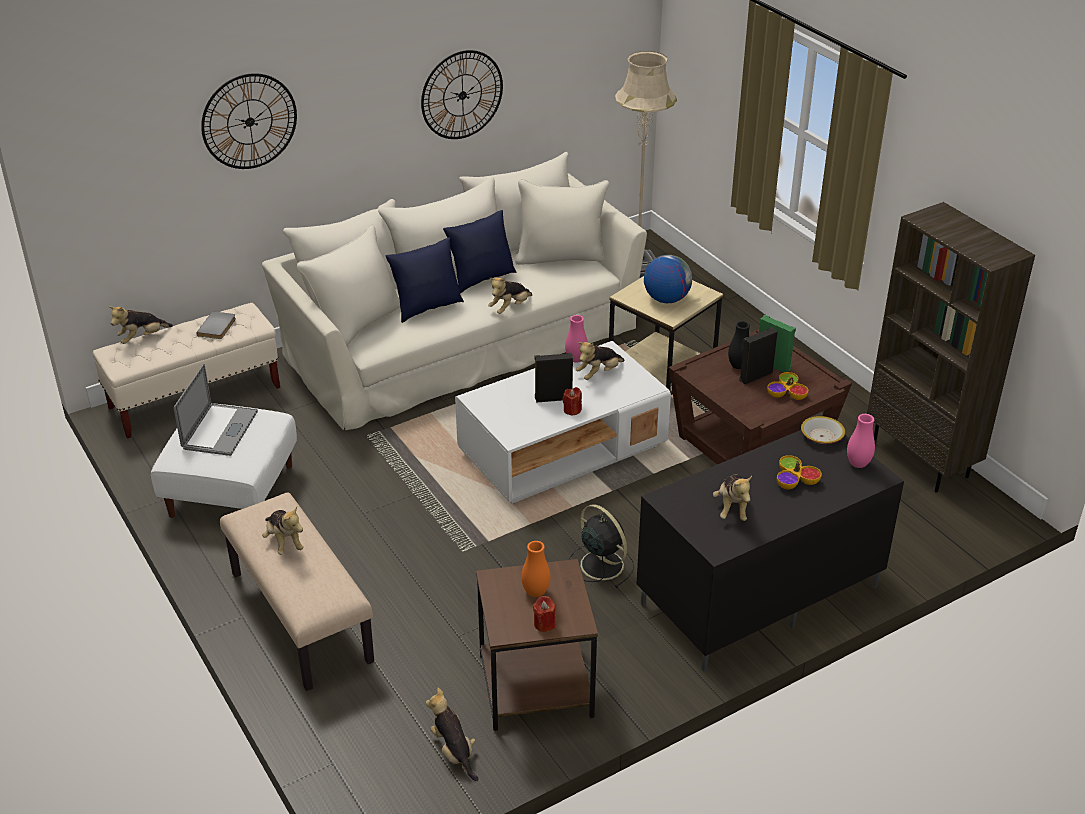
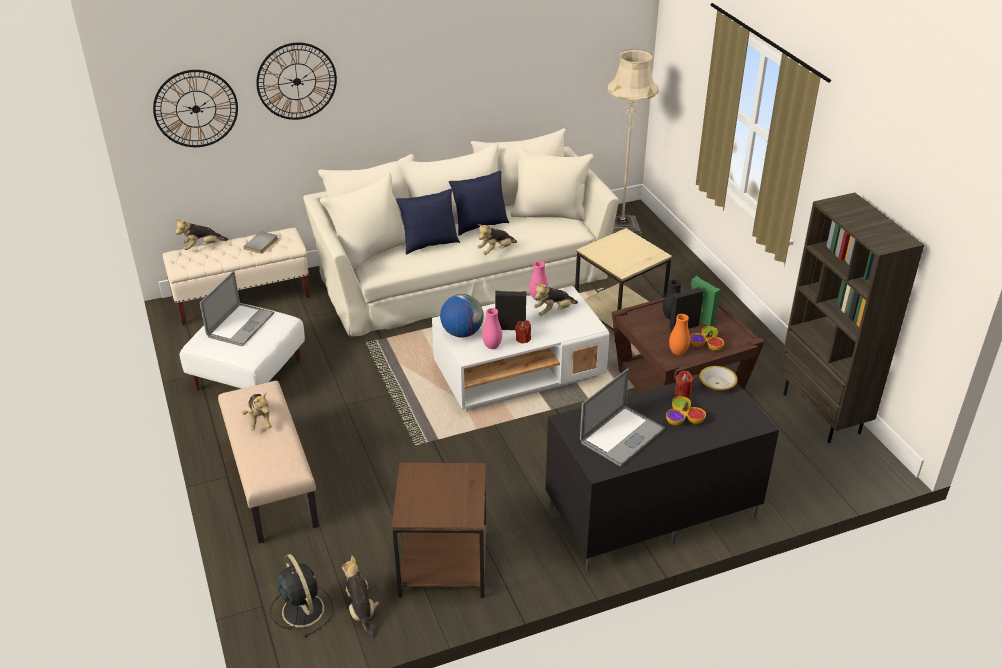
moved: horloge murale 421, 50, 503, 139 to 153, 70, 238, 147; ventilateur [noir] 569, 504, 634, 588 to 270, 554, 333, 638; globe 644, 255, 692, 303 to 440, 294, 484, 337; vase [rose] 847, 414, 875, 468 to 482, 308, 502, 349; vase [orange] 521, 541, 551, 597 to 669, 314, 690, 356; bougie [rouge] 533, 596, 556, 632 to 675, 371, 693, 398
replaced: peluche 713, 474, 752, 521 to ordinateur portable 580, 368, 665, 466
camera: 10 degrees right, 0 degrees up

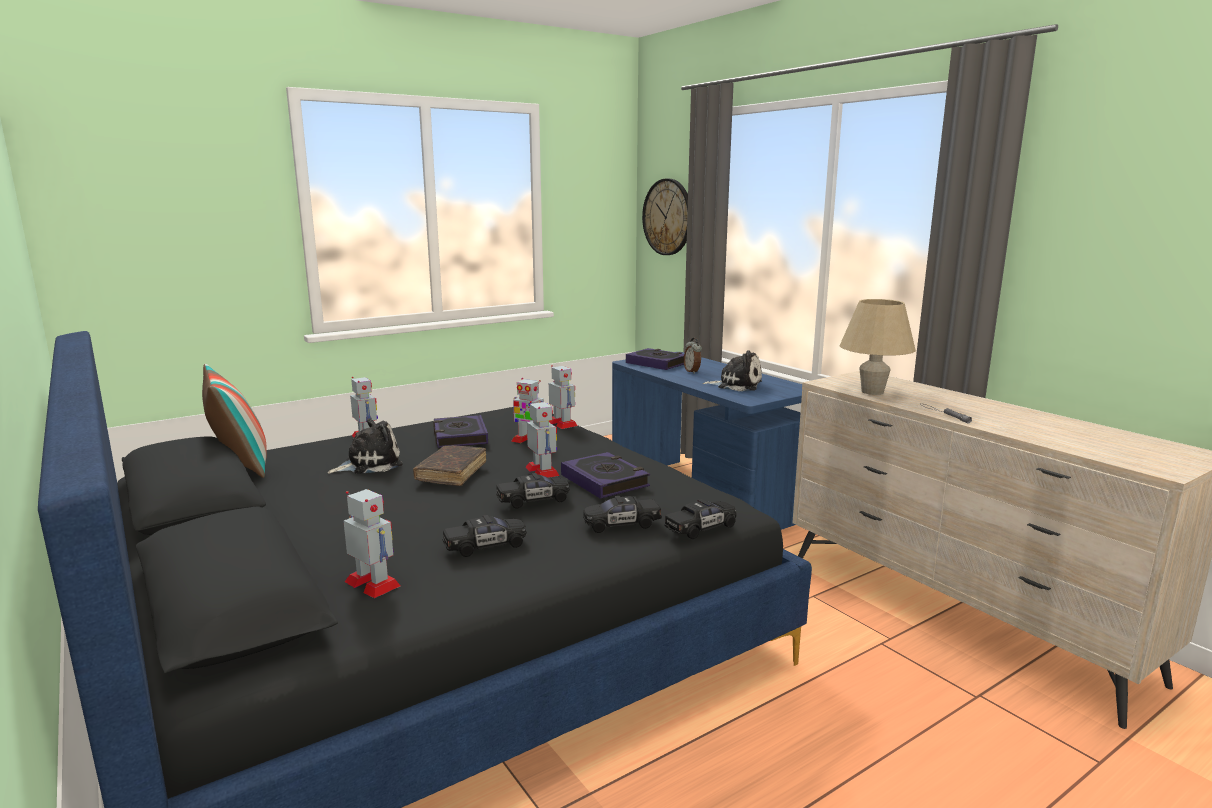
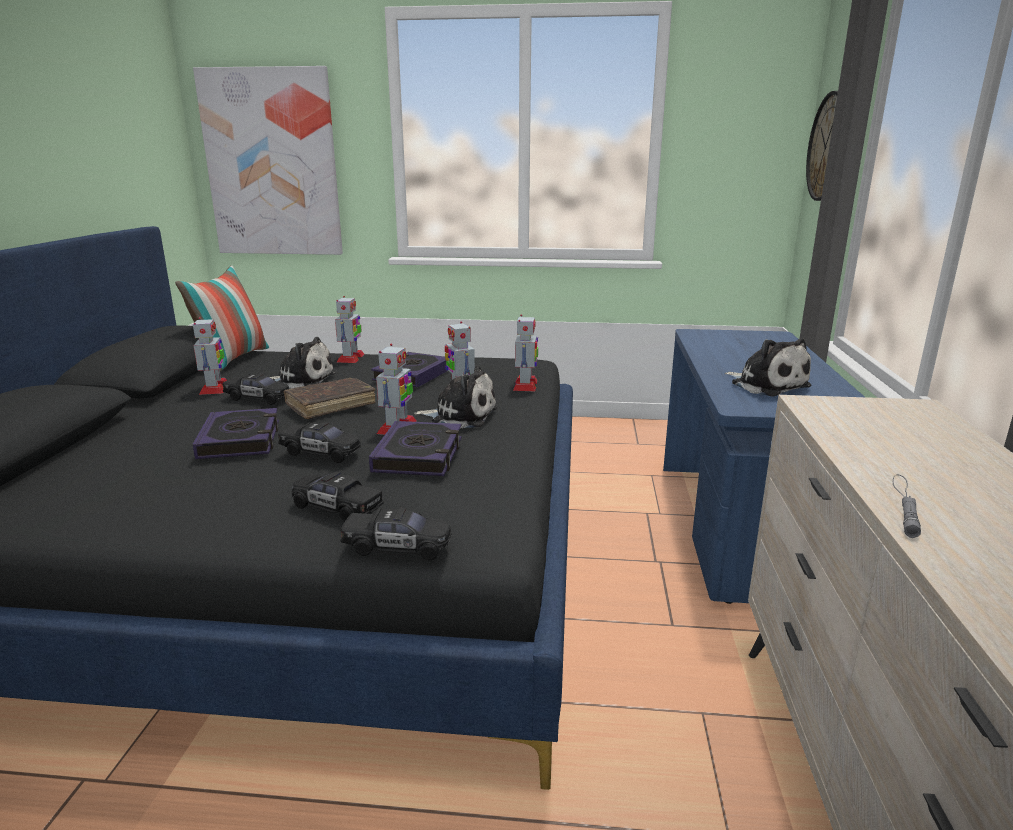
removed: réveil 684, 338, 702, 374; lampe de table [beige] 840, 299, 916, 395
added: tableau 193, 66, 343, 255; peluche 414, 366, 497, 428
moved: robot jouet 344, 489, 401, 598 to 193, 317, 227, 395; livre 626, 348, 684, 370 to 193, 408, 279, 459; petite voiture [noir] 442, 515, 527, 557 to 222, 374, 289, 405
camera: 40 degrees right, 5 degrees up

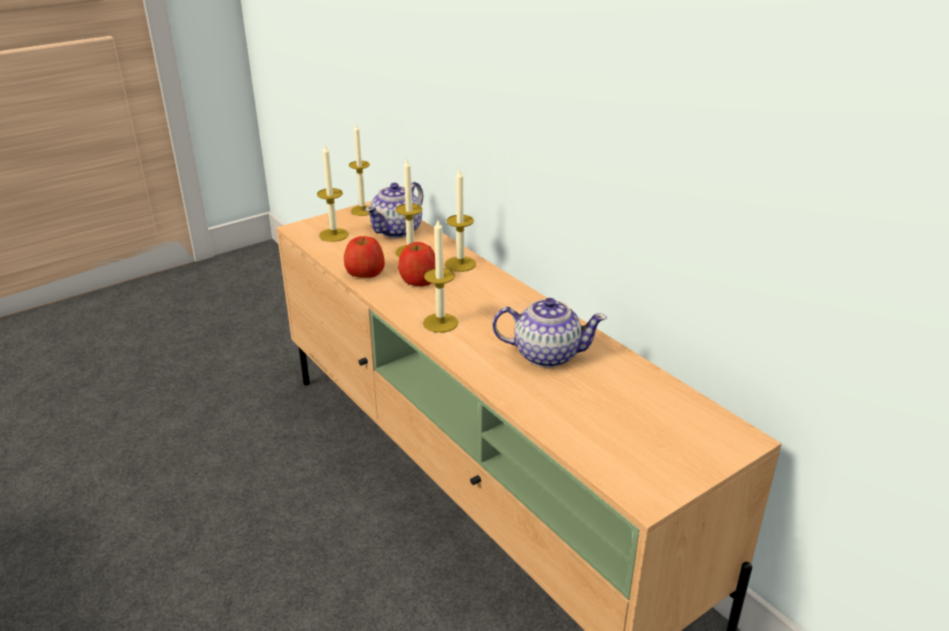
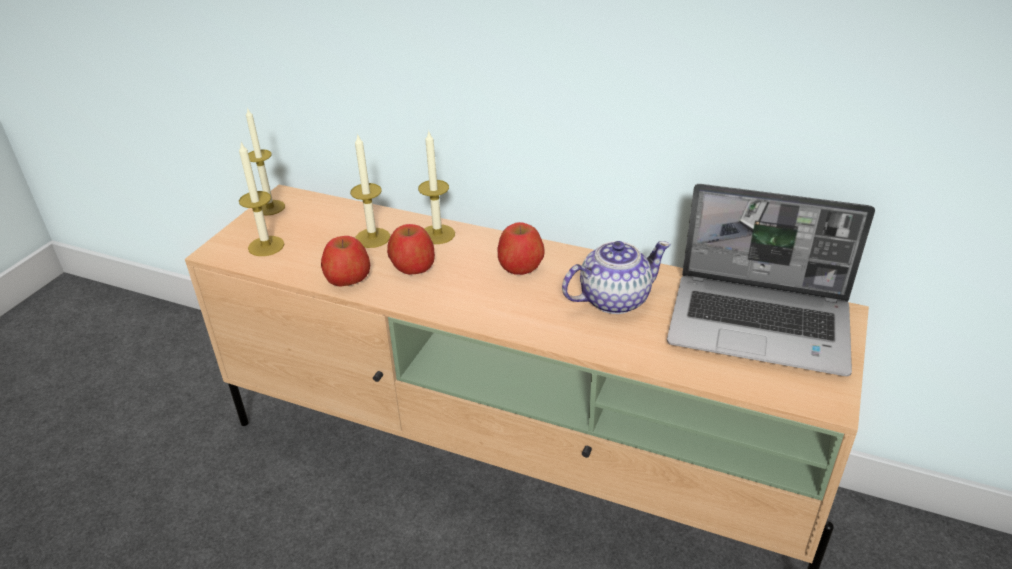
removed: théière 365, 182, 424, 238; bougie 423, 220, 458, 333
added: pomme 497, 222, 545, 275; ordinateur portable 667, 184, 875, 376
camera: 30 degrees left, 5 degrees up

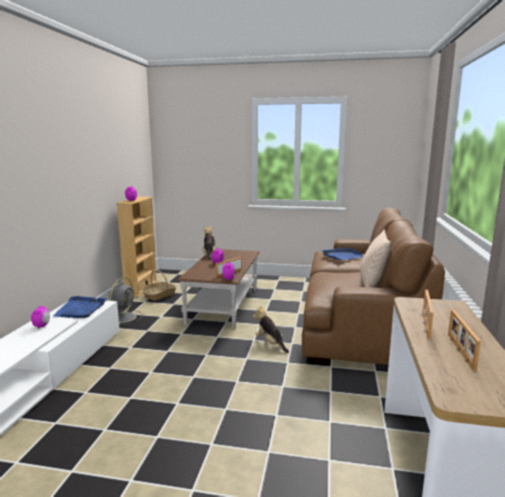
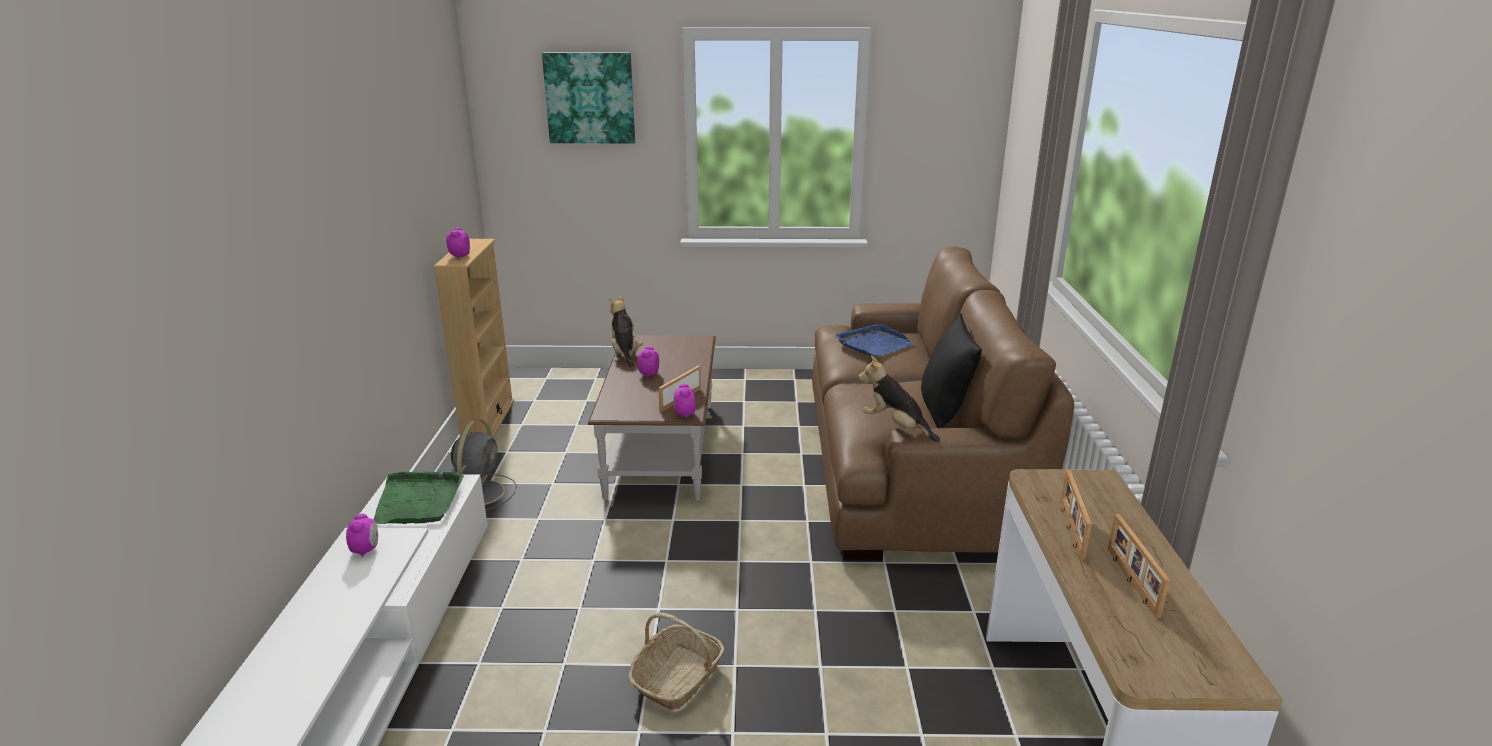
added: tableau 542, 53, 635, 144
moved: panier 142, 270, 177, 301 to 628, 613, 724, 710; peluche 253, 306, 289, 353 to 858, 356, 940, 442
recoloured: plateau [bleu] 53, 296, 107, 318 to plateau [vert] 374, 472, 464, 524; coussin [beige] 360, 230, 391, 287 to coussin [noir] 921, 313, 982, 428
camera: 10 degrees left, 10 degrees up

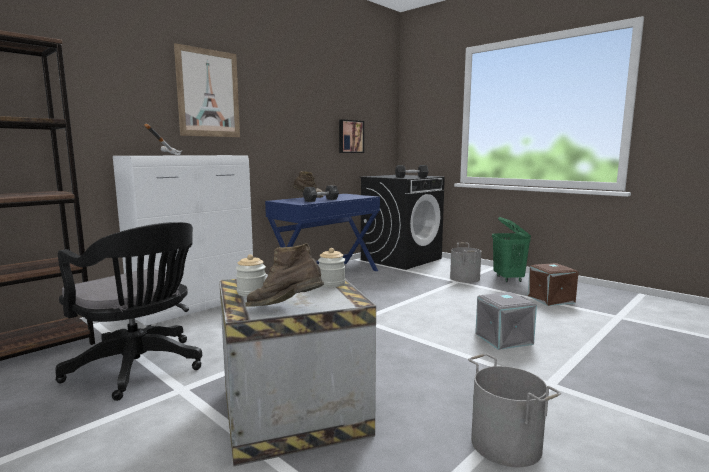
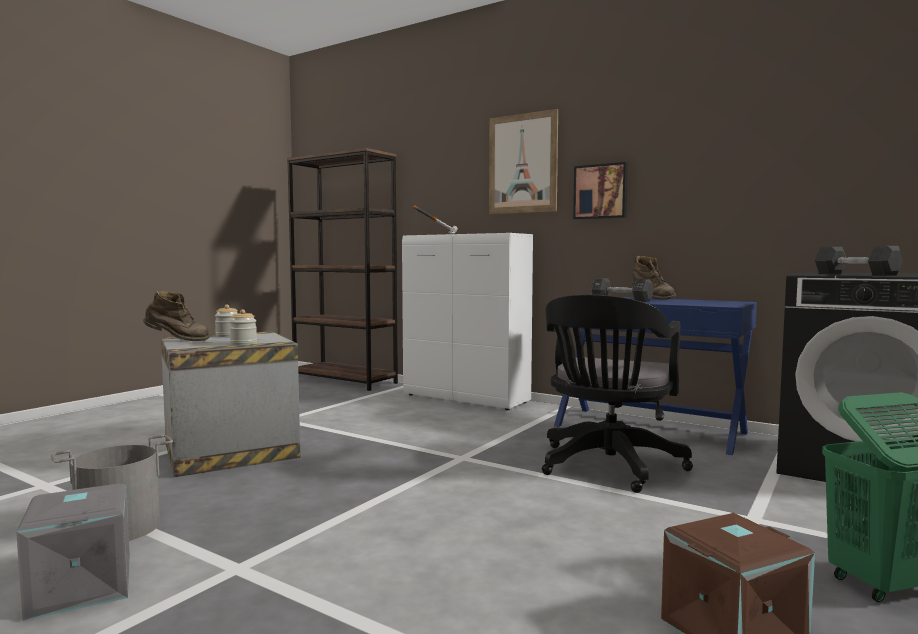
removed: seau [gris] 450, 243, 481, 283
moved: boîte de rangement [gris] 475, 292, 537, 350 to 16, 484, 130, 621; chaise de bureau [noir] 55, 222, 202, 401 to 542, 294, 693, 493; tableau 339, 119, 364, 153 to 573, 162, 628, 219
turned: botte [marron] 245, 243, 324, 306 = 143, 291, 210, 341 75 degrees clockwise
camera: 80 degrees right, 5 degrees down

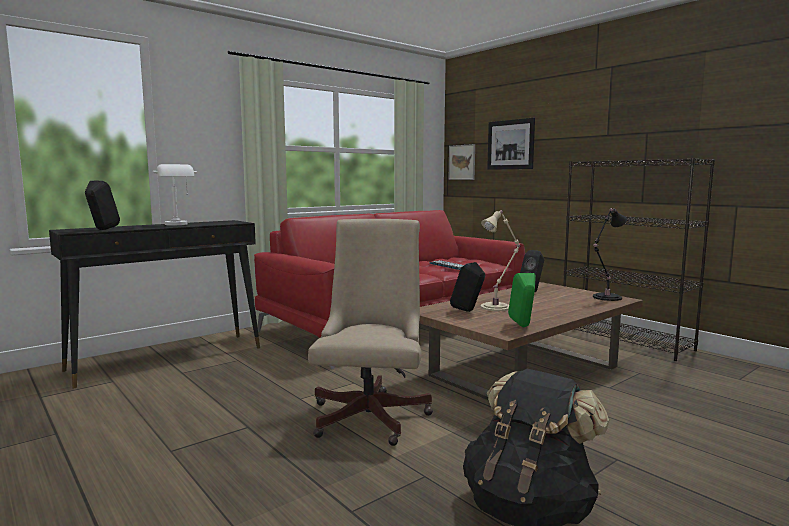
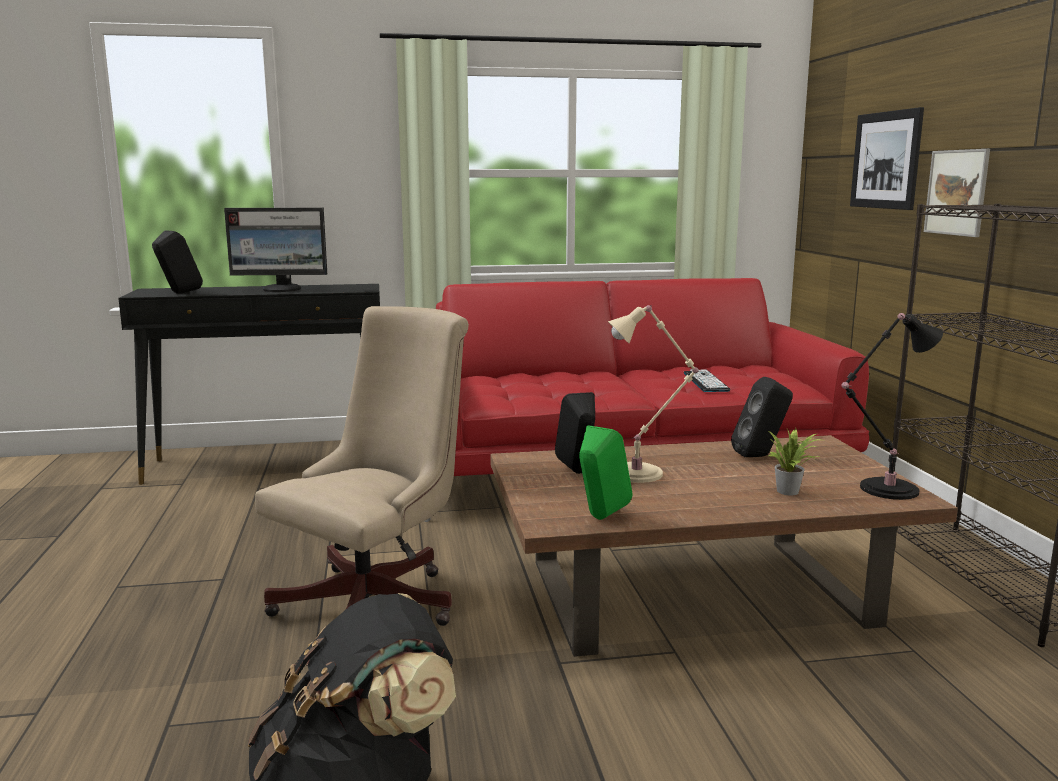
added: plante en pot 767, 428, 821, 496
moved: tableau 449, 144, 475, 180 to 924, 149, 990, 237
replaced: lampe de table [blanc] 152, 164, 197, 225 to écran d'ordinateur 224, 208, 327, 292
camera: 30 degrees right, 5 degrees up

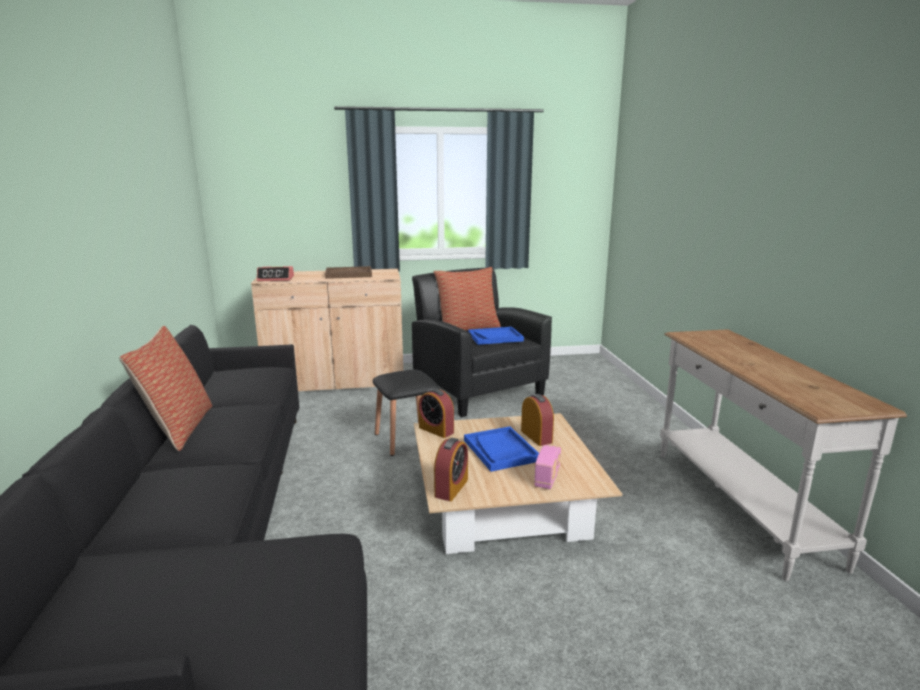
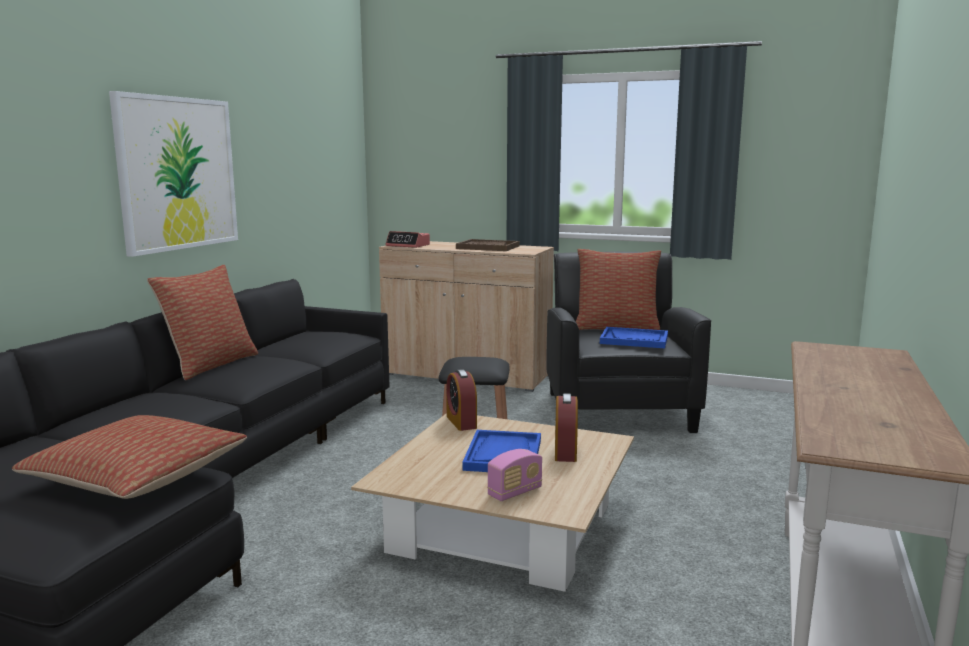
removed: réveil 434, 438, 468, 501
added: coussin 12, 415, 247, 499; tableau 109, 91, 238, 257
camera: 30 degrees right, 5 degrees down

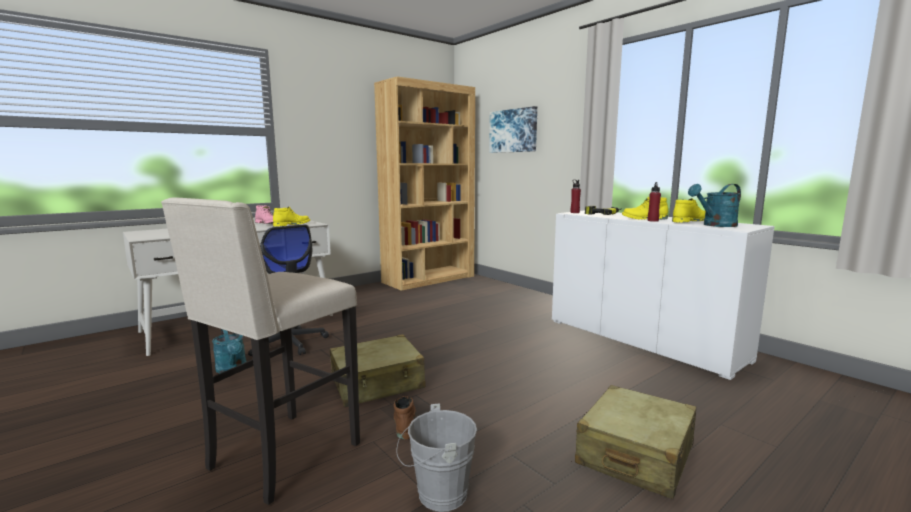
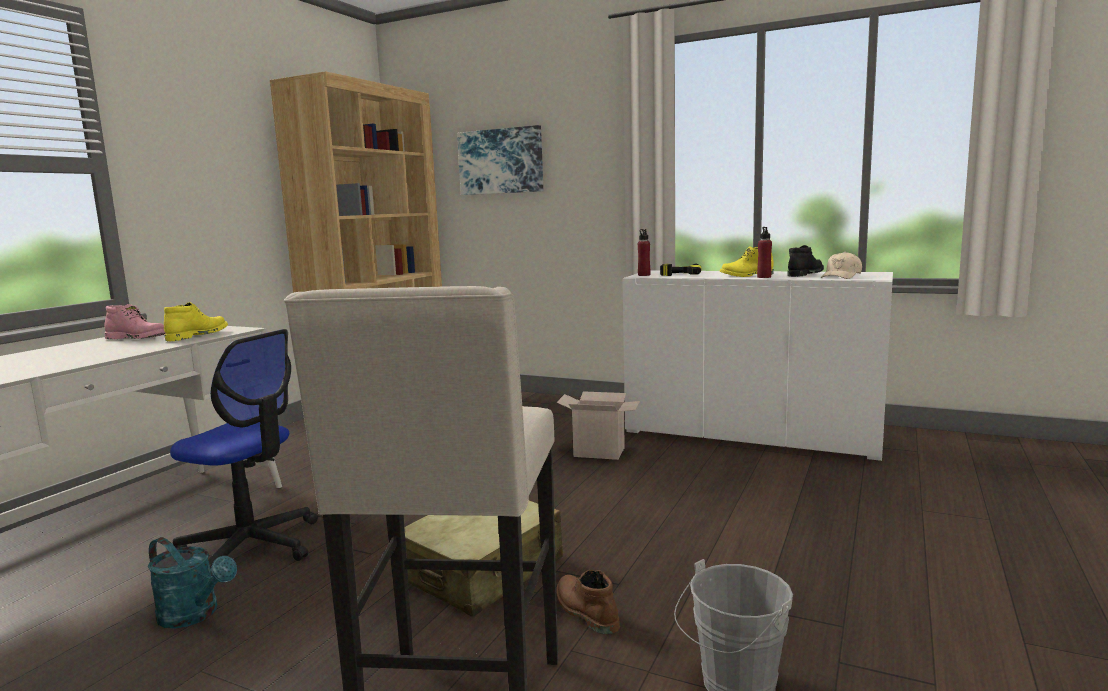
removed: valise [beige] 575, 385, 696, 499
added: carton 557, 391, 640, 460
replaced: arrosoir [turquoise] 688, 184, 741, 227 to casquette [beige] 821, 252, 862, 279
recoloured: botte [jaune] 672, 198, 705, 223 to botte [noir] 787, 245, 824, 277
camera: 25 degrees left, 0 degrees up

